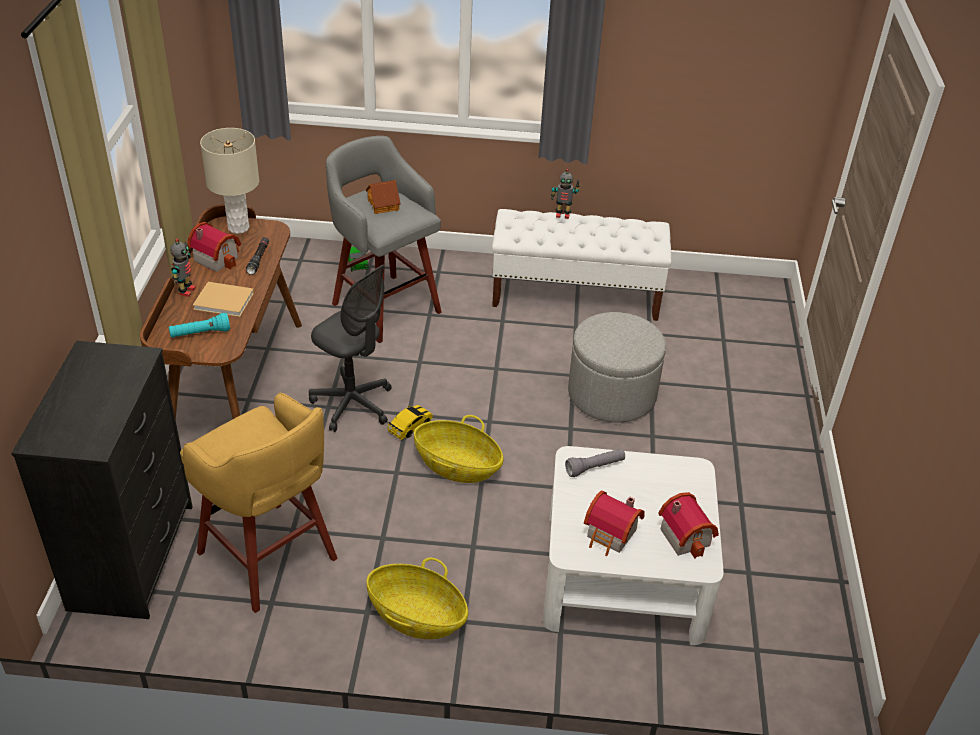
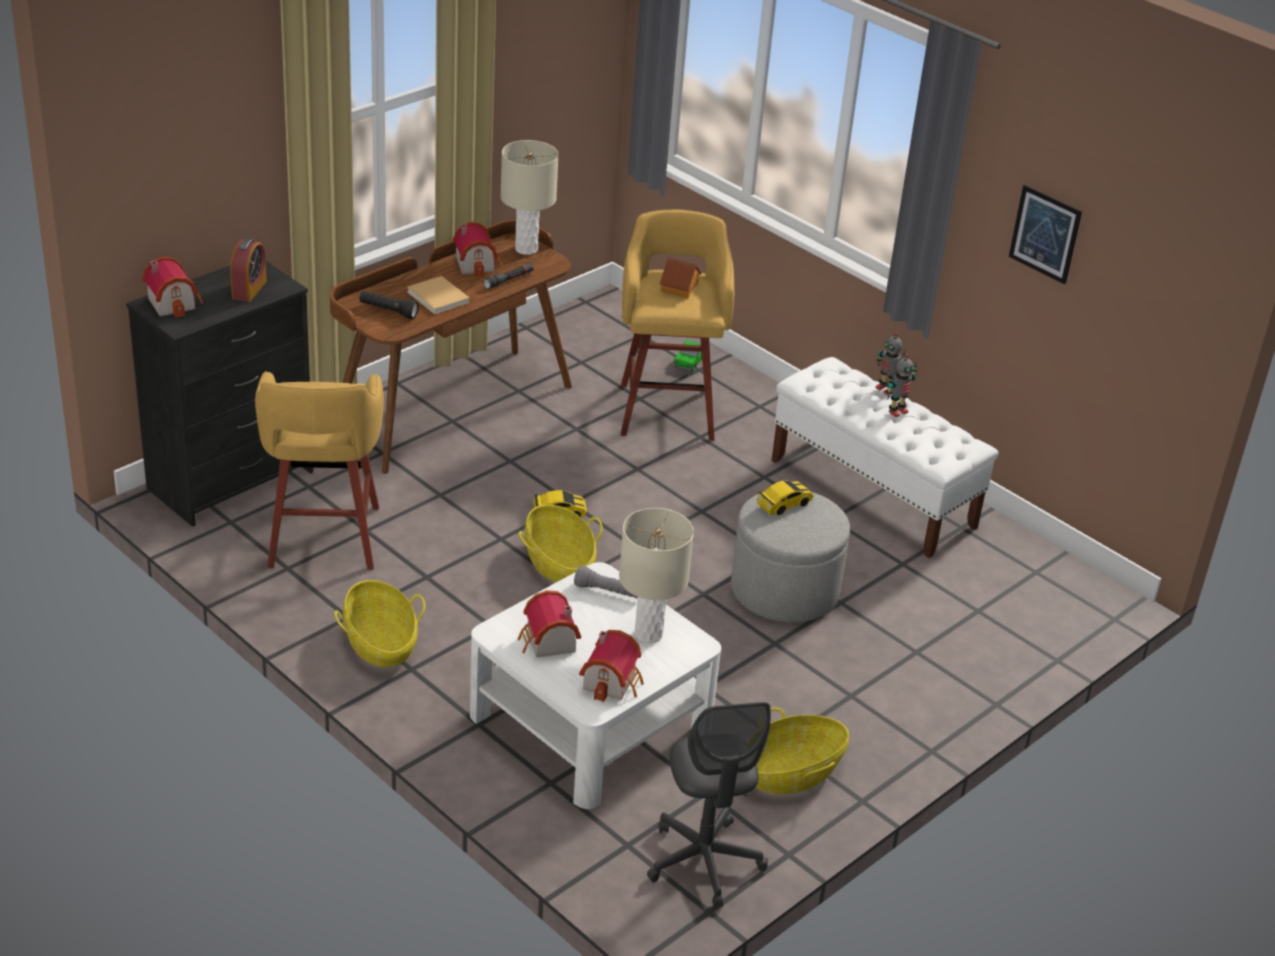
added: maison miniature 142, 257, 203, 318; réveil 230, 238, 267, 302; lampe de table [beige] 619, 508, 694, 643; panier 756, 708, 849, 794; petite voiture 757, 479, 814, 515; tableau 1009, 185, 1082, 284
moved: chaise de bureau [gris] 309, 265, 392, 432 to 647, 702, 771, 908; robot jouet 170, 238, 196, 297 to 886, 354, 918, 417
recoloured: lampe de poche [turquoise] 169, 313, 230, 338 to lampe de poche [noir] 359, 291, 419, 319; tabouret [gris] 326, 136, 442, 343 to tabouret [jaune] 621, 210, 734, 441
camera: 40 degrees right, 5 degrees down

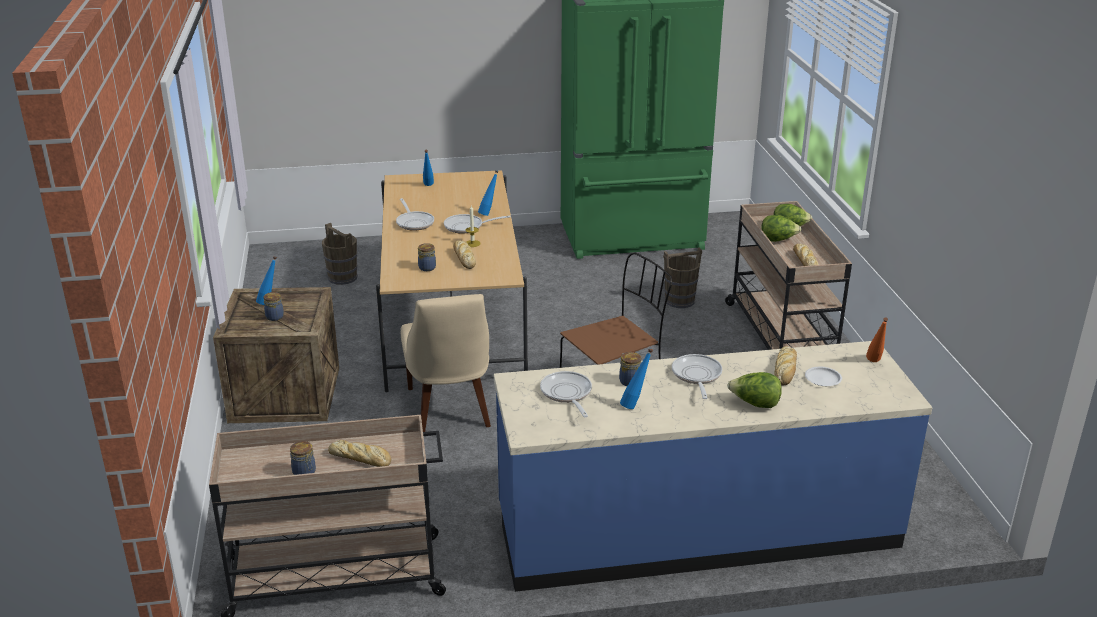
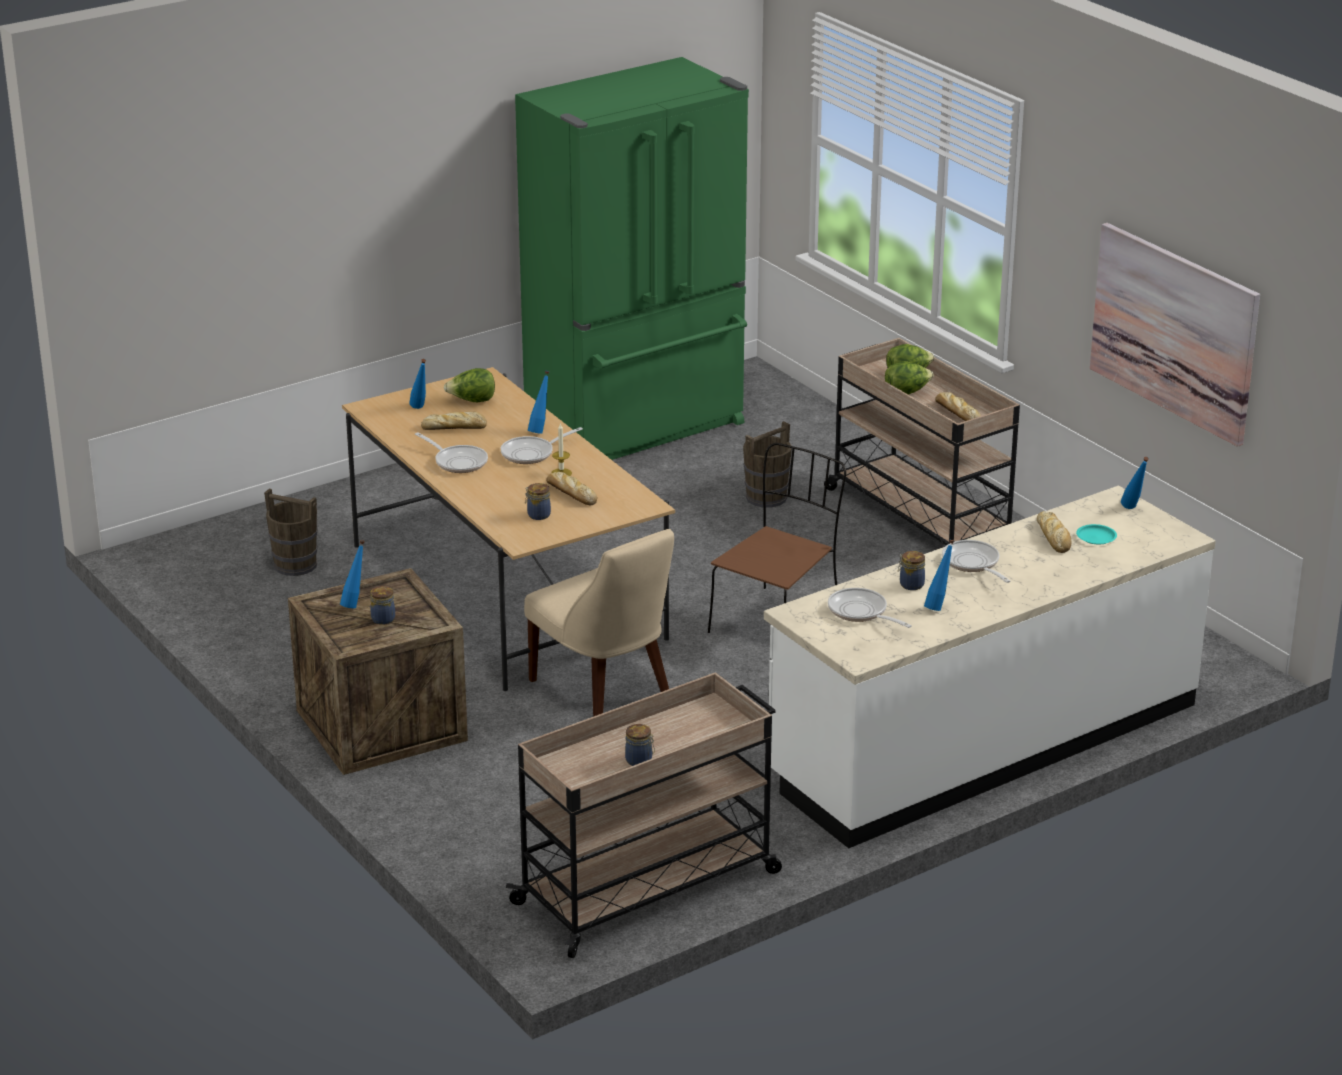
added: tableau 1090, 223, 1260, 447
moved: pain 328, 440, 391, 467 to 421, 411, 487, 430; laitue 727, 372, 782, 408 to 444, 368, 495, 402
recoloured: comptoir de cuisine [bleu] 494, 341, 932, 592 to comptoir de cuisine [blanc] 764, 486, 1216, 848; assiette [blanc] 805, 367, 842, 386 to assiette [turquoise] 1076, 524, 1117, 544; bouteille [orange] 866, 317, 888, 362 to bouteille [bleu] 1121, 457, 1149, 509
camera: 25 degrees left, 0 degrees up

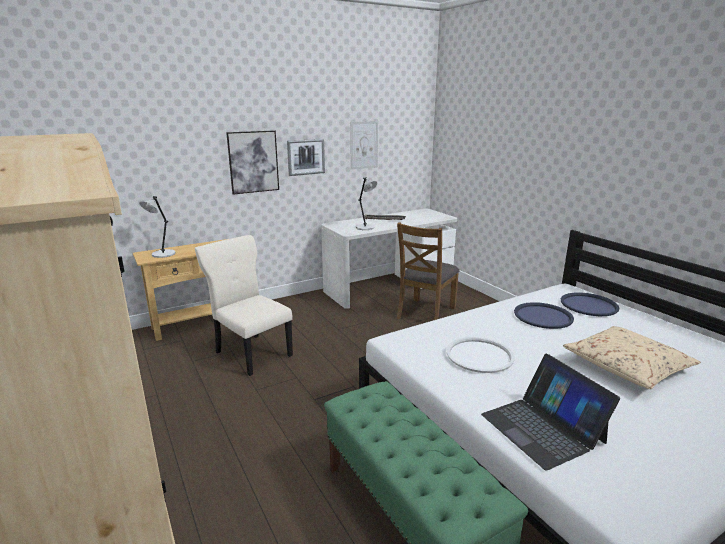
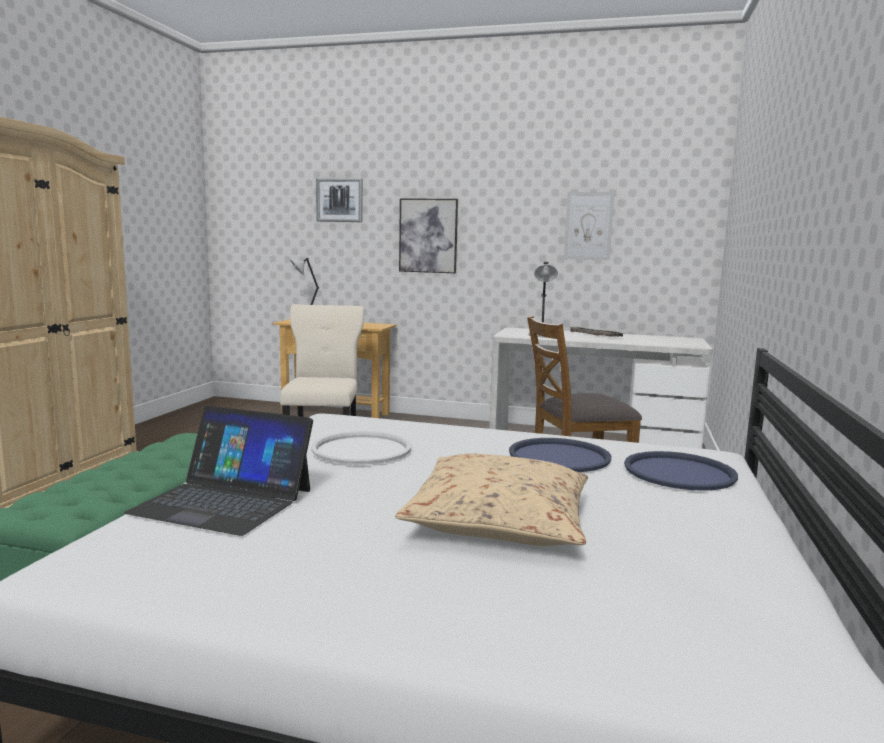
moved: tableau 287, 139, 325, 176 to 316, 178, 363, 222
turned: ordinateur portable 481, 354, 620, 471 = 124, 405, 313, 536 90 degrees counterclockwise
camera: 45 degrees right, 10 degrees down

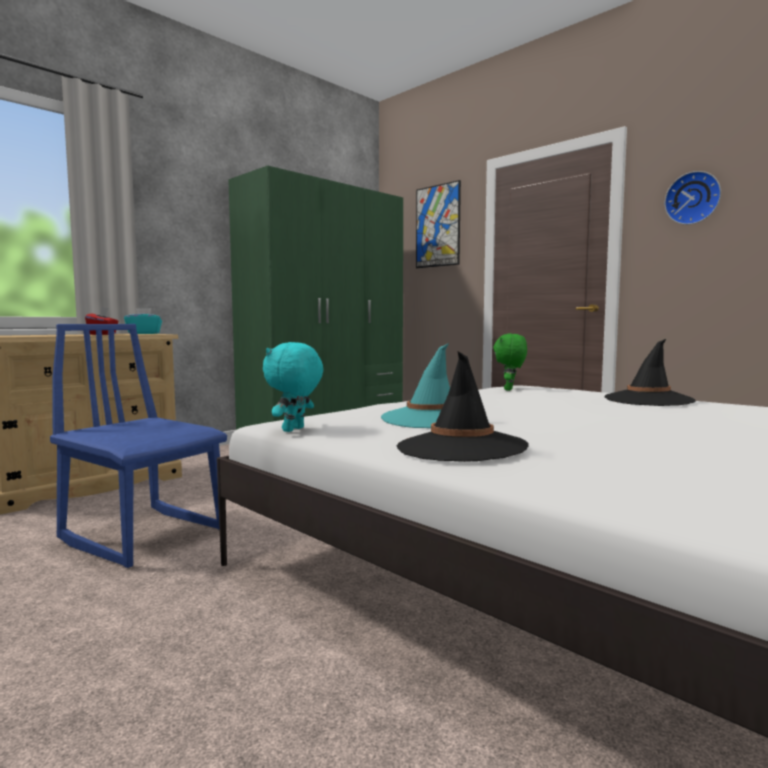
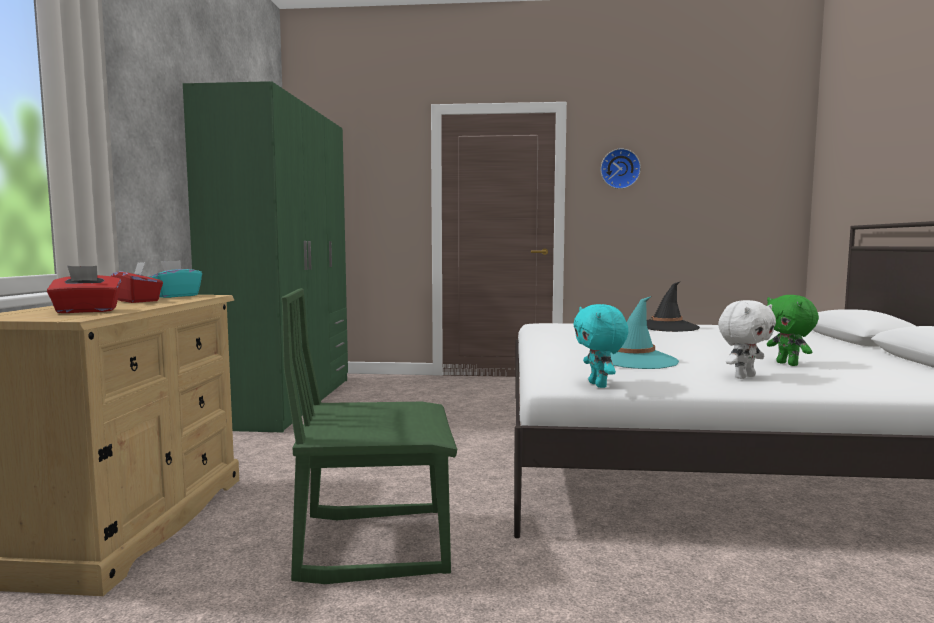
removed: tableau 416, 180, 461, 268
added: boîte à mouchoirs [rouge] 47, 266, 121, 313
moved: peluche [vert] 493, 334, 527, 391 to 767, 295, 819, 366
replaced: chapeau [noir] 396, 351, 529, 462 to peluche [blanc] 718, 300, 776, 379
recoloured: chaise [bleu] 50, 324, 227, 568 to chaise [vert] 281, 288, 457, 584
camera: 40 degrees left, 0 degrees up

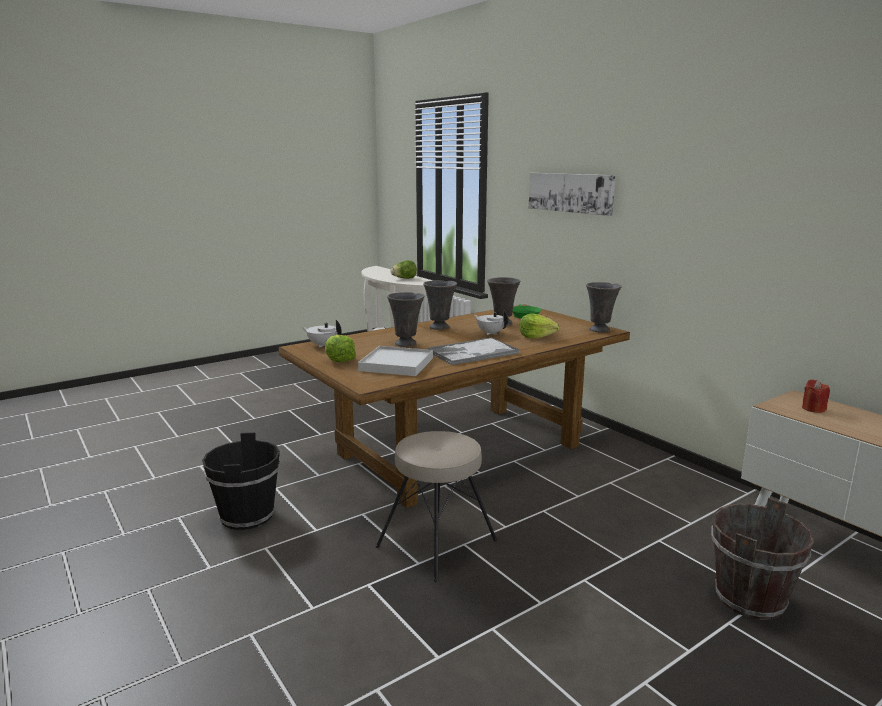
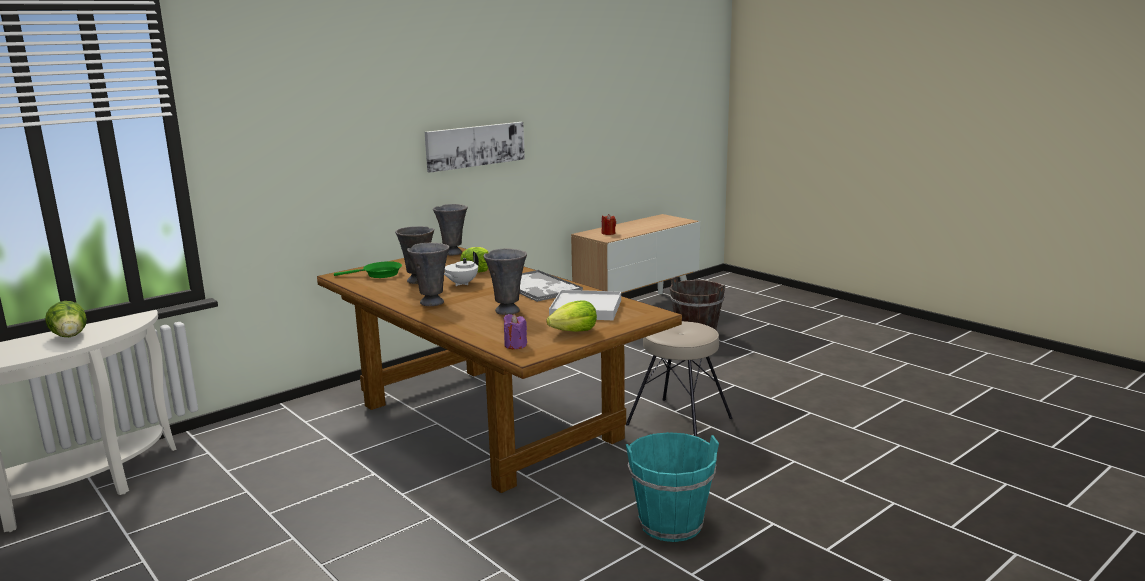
moved: tableau 529, 173, 616, 216 to 425, 122, 525, 173
replaced: théière [blanc] 302, 320, 342, 348 to bougie [violet] 504, 314, 527, 349
recoloured: seau [noir] 202, 432, 280, 530 to seau [turquoise] 626, 432, 719, 542
camera: 95 degrees left, 0 degrees up

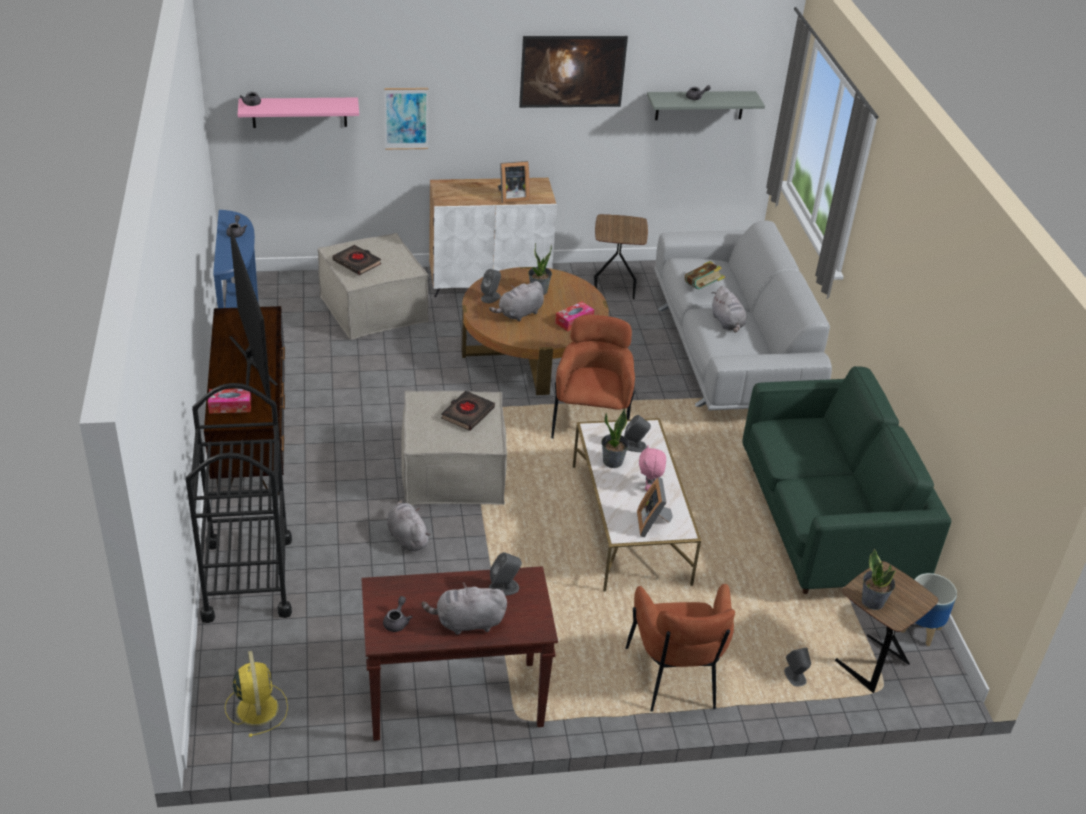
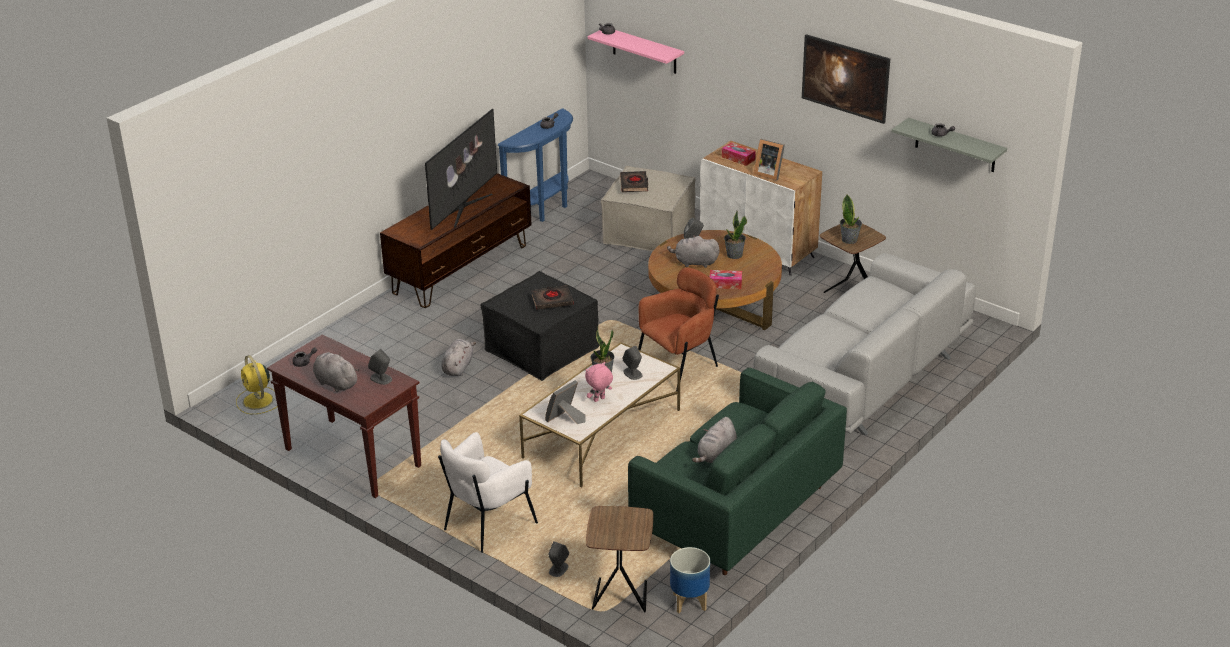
removed: chariot [noir] 186, 383, 292, 623; tableau 384, 88, 428, 150; livre 685, 261, 725, 289
moved: peluche [gris] 711, 286, 747, 333 to 692, 417, 737, 463; boîte à mouchoirs 208, 389, 251, 413 to 722, 142, 756, 166; plante en pot 861, 549, 895, 610 to 840, 194, 862, 244
recoloured: fauteuil [marron] 625, 584, 735, 712 to fauteuil [blanc] 438, 432, 538, 553; pouf [beige] 401, 390, 507, 505 to pouf [noir] 480, 271, 599, 381
turned: ventilateur [jaune] 225, 651, 288, 737 = 236, 355, 278, 414 120 degrees clockwise
camera: 50 degrees right, 5 degrees down

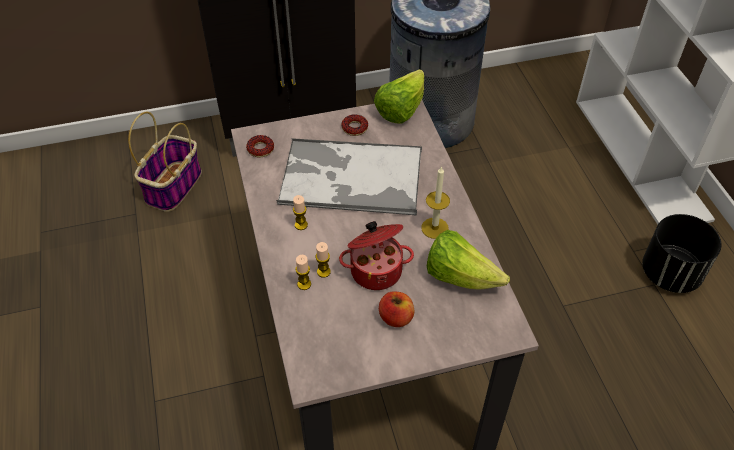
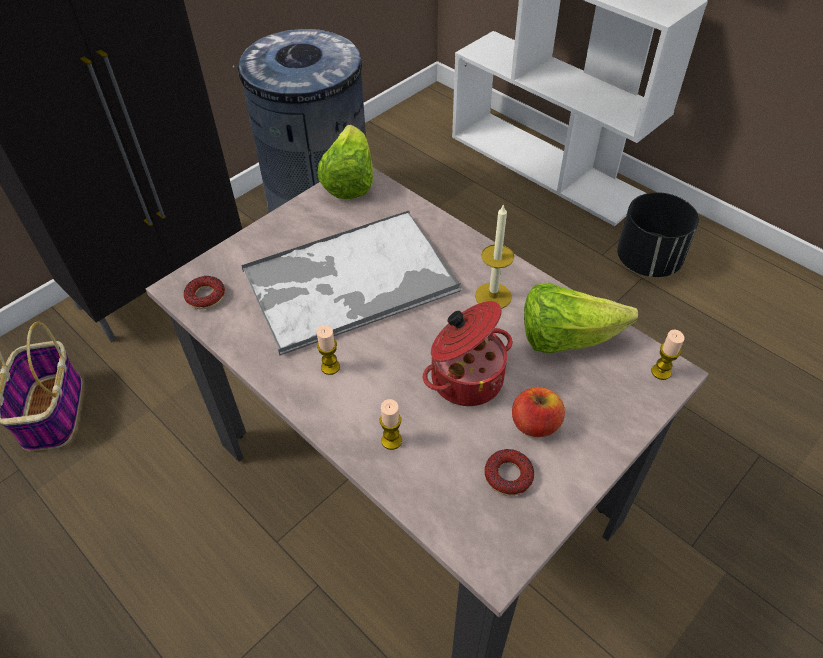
moved: beignet 341, 114, 368, 136 to 485, 449, 534, 496; bougie 316, 242, 331, 278 to 651, 330, 685, 380
camera: 30 degrees left, 0 degrees up

